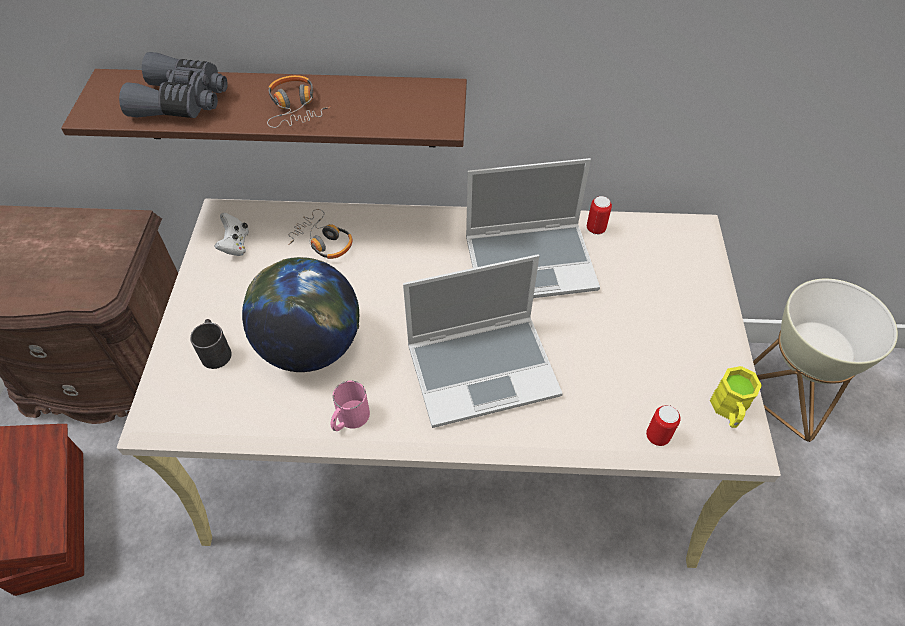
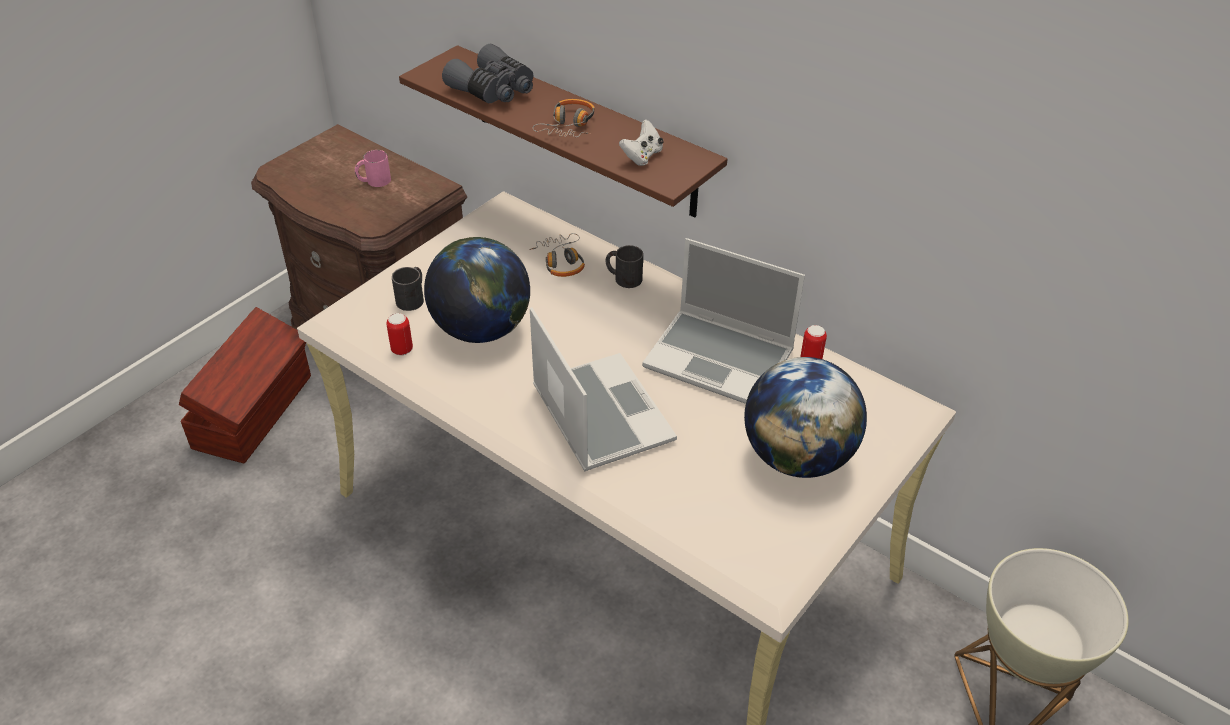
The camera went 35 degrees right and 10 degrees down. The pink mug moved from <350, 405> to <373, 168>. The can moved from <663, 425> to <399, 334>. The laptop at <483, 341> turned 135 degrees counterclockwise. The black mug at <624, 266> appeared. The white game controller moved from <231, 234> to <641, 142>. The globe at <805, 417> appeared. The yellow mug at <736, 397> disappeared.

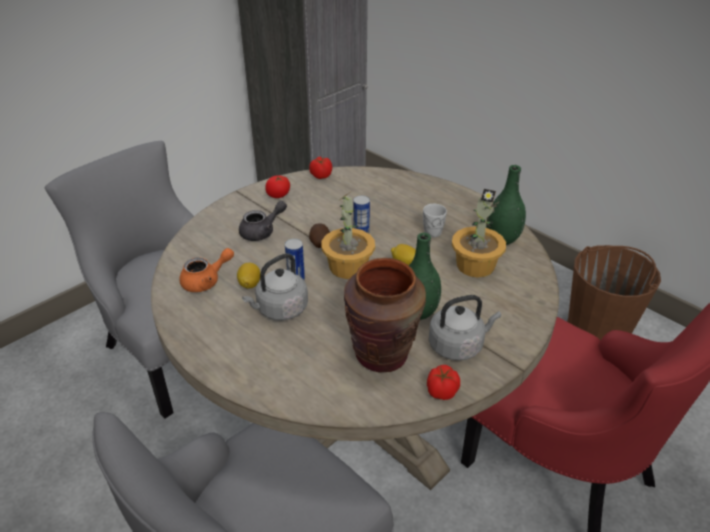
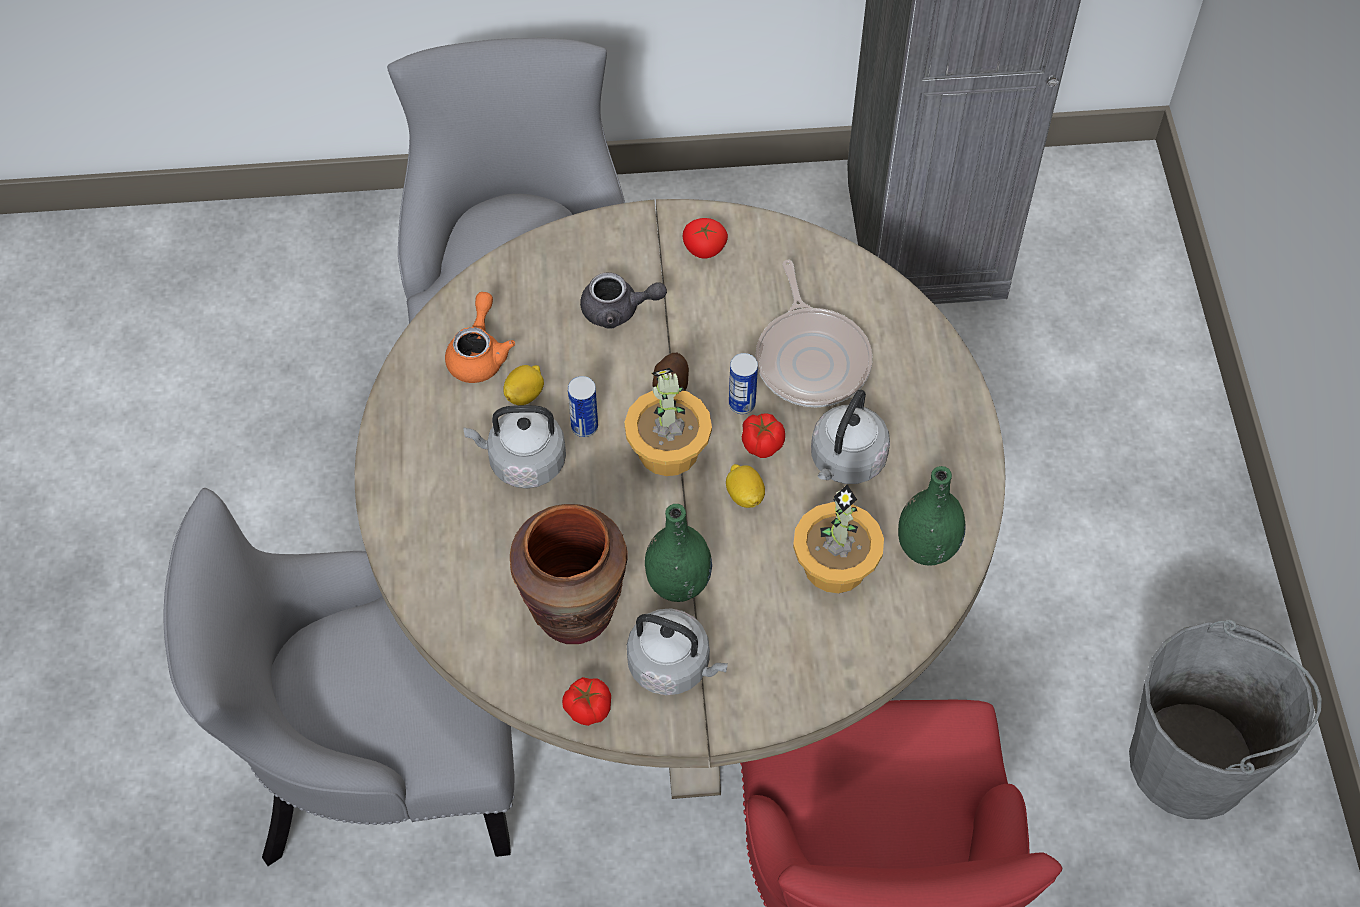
The camera went 40 degrees right and 20 degrees up. The orange teapot at <206, 270> turned 90 degrees counterclockwise. The tomato moved from <320, 168> to <763, 435>. The frying pan at <813, 333> appeared. The white mug at <435, 220> was replaced by the grey kettle at <850, 437>. The brown bucket at <614, 293> became the grey bucket at <1225, 720>.

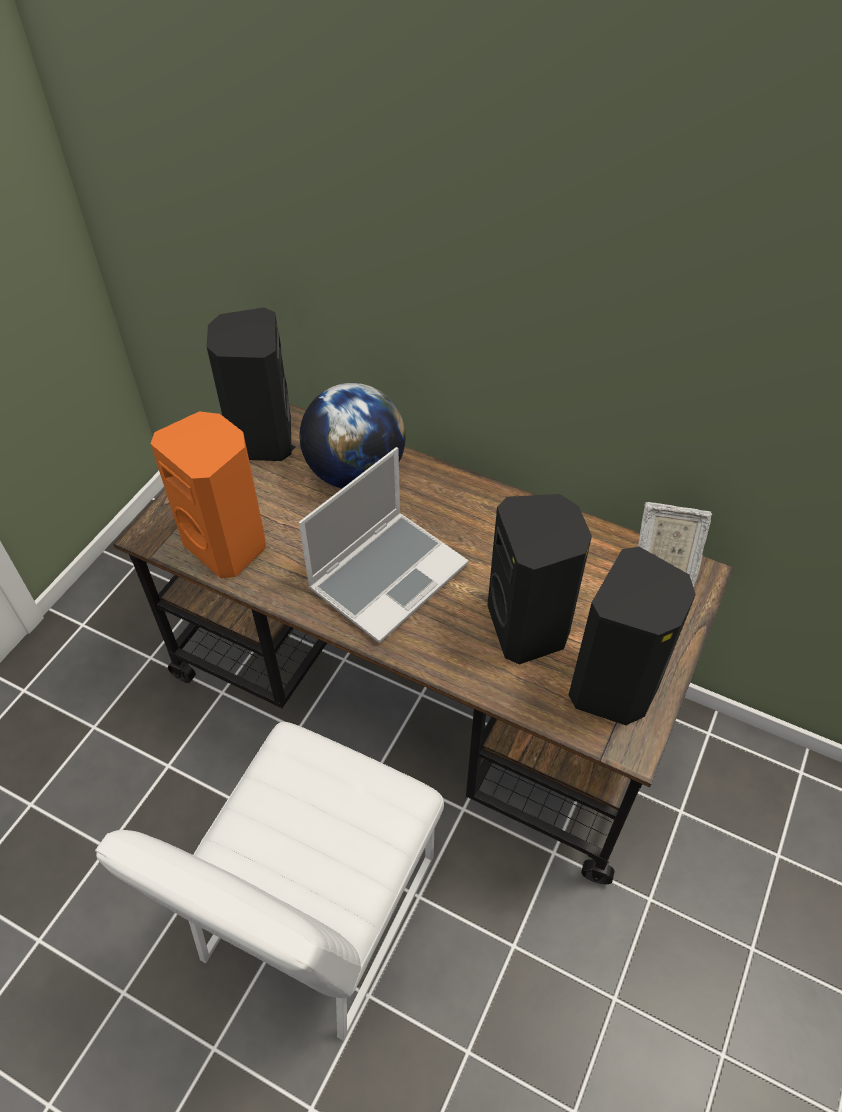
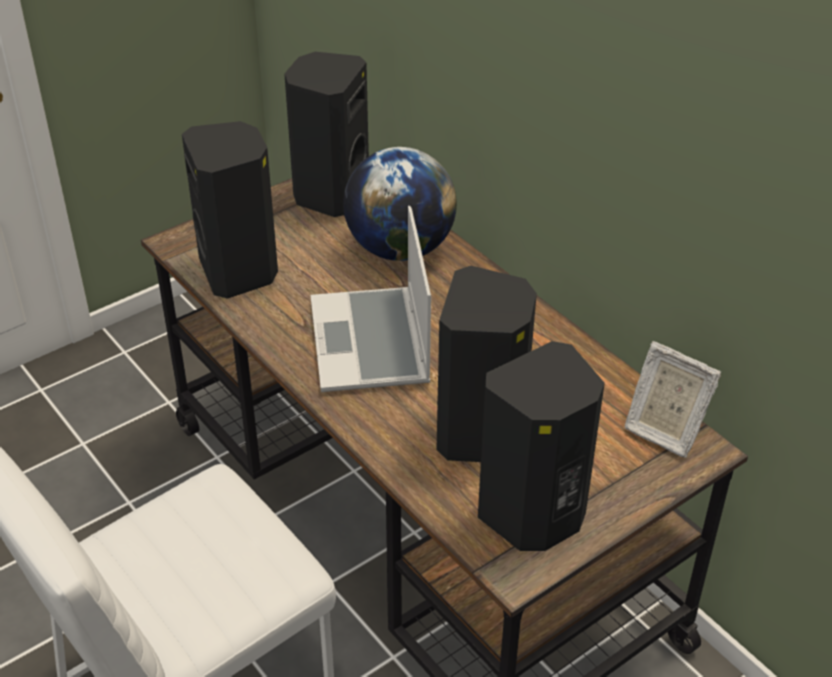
The camera went 25 degrees right and 10 degrees down. The orange speaker at <208, 494> became the black speaker at <230, 210>. The laptop at <384, 545> turned 105 degrees clockwise.

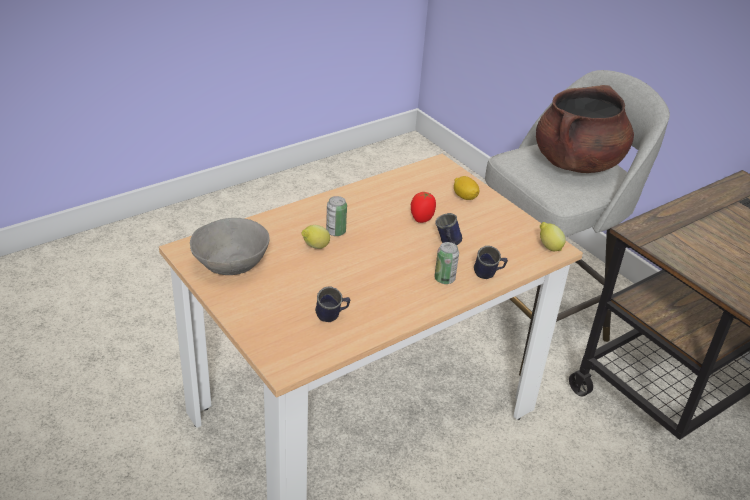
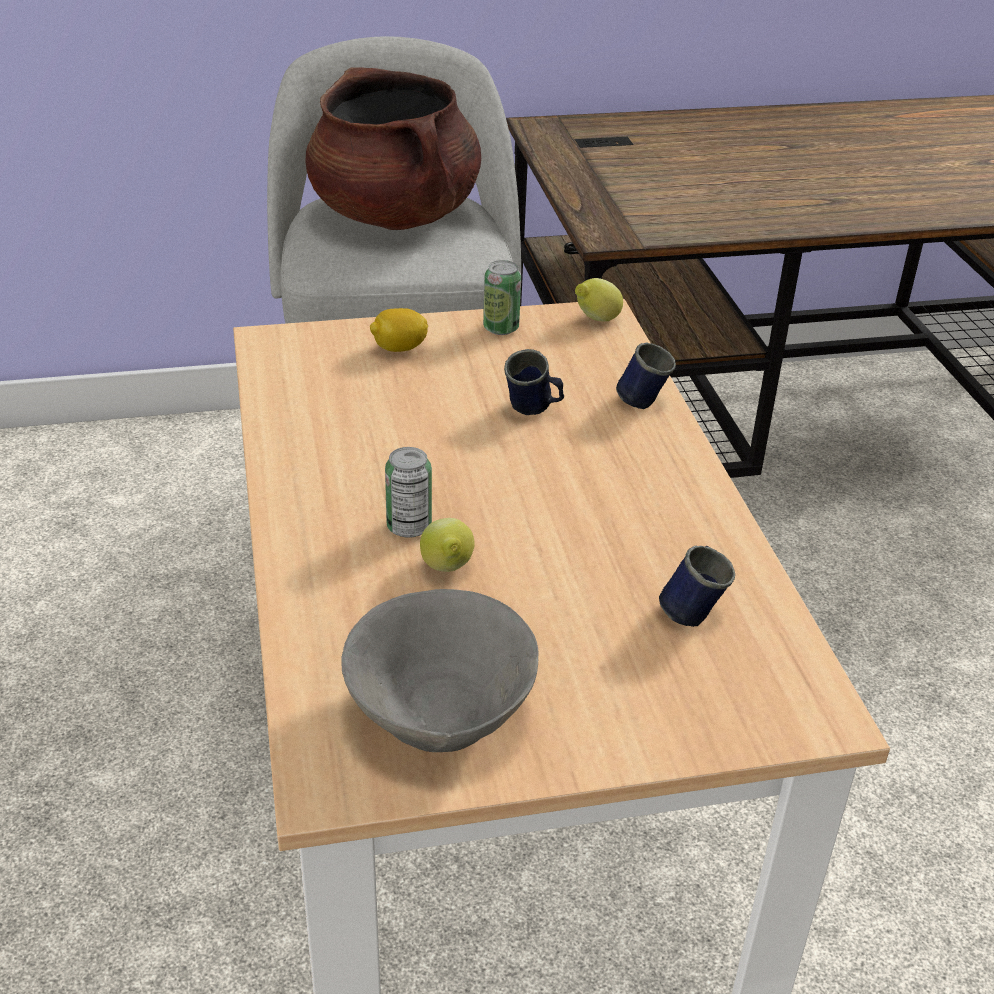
The camera went 65 degrees left and 0 degrees up. The can moved from <446, 263> to <502, 297>. The tomato at <423, 207> disappeared.

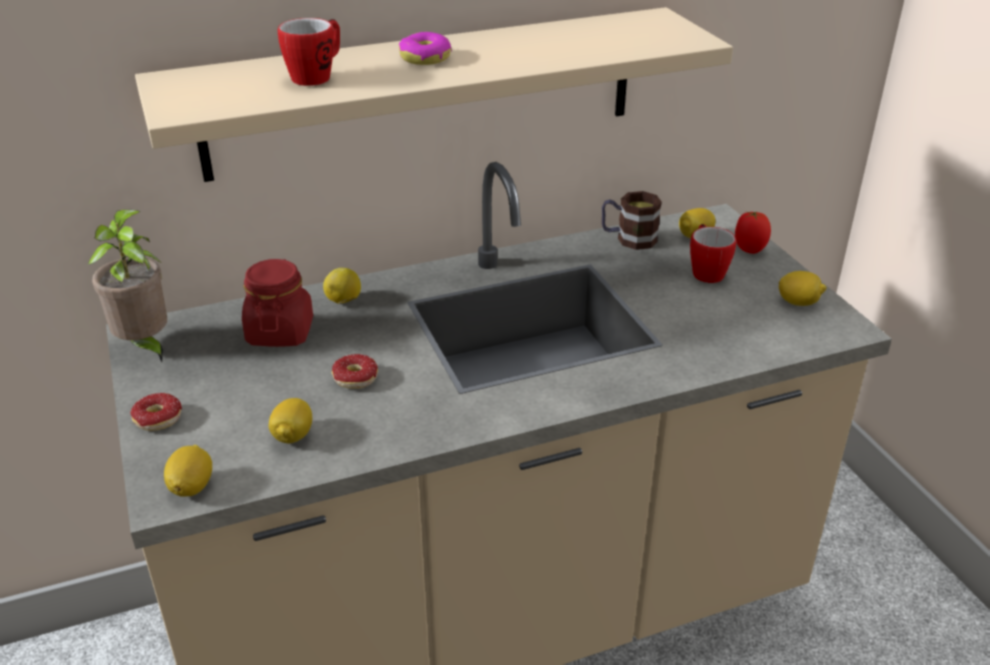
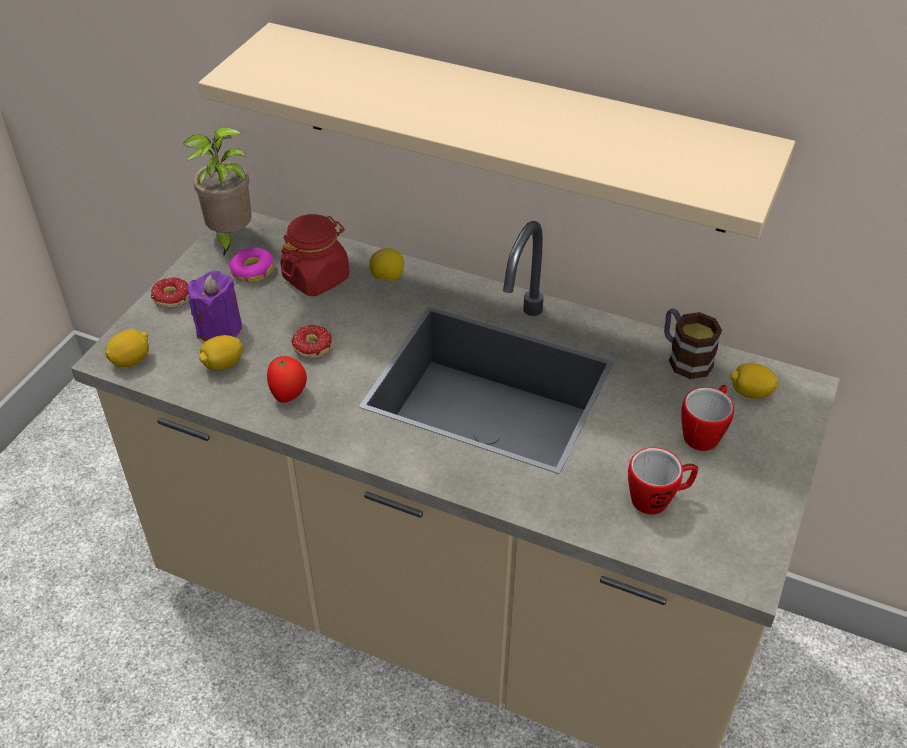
The camera went 45 degrees right and 10 degrees up. The purple candle at <215, 305> appeared. The donut moved from <425, 48> to <252, 265>. The tomato moved from <753, 233> to <287, 379>. The mug moved from <309, 52> to <663, 480>. The lemon at <802, 288> disappeared.

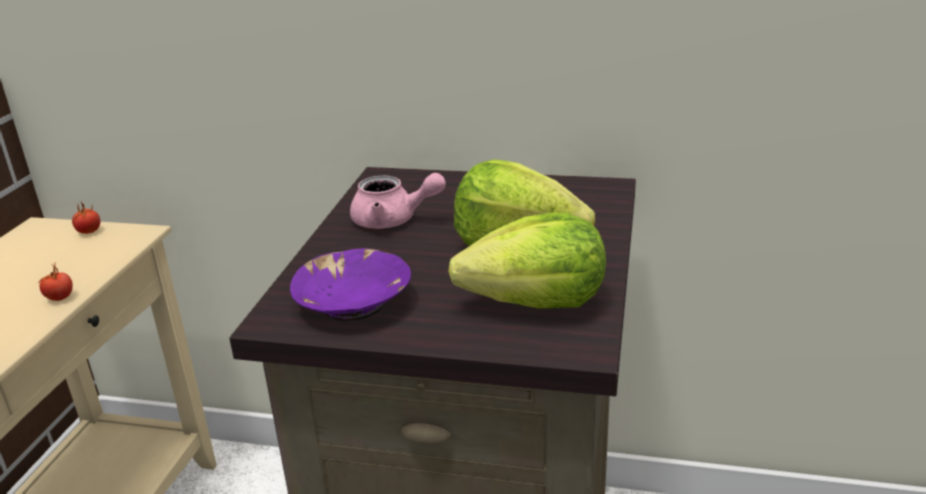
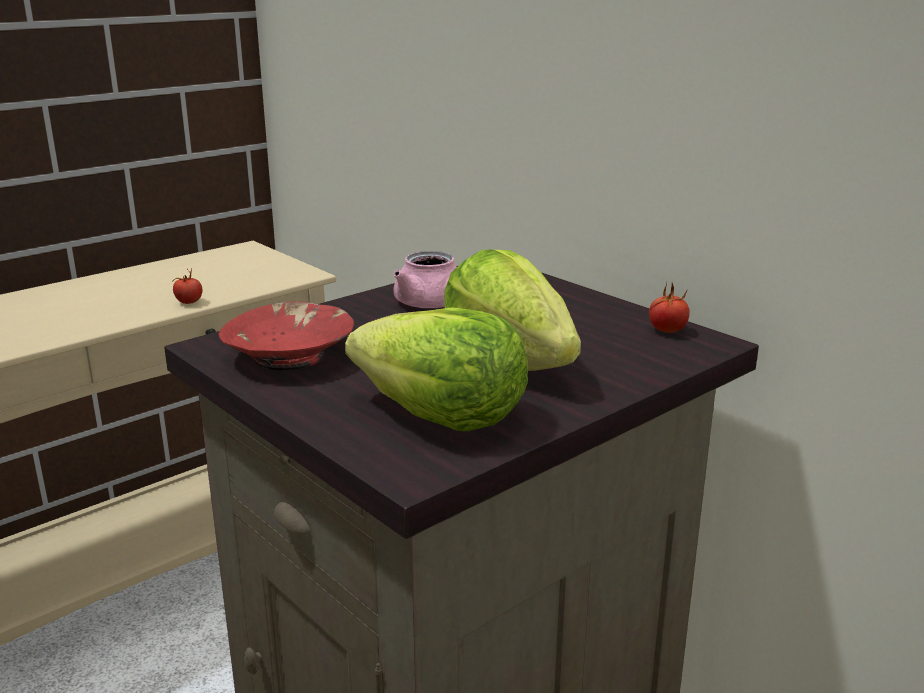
The camera went 35 degrees right and 5 degrees down. The purple bowl at <350, 284> became the red bowl at <286, 336>. The tomato moved from <86, 218> to <669, 307>.

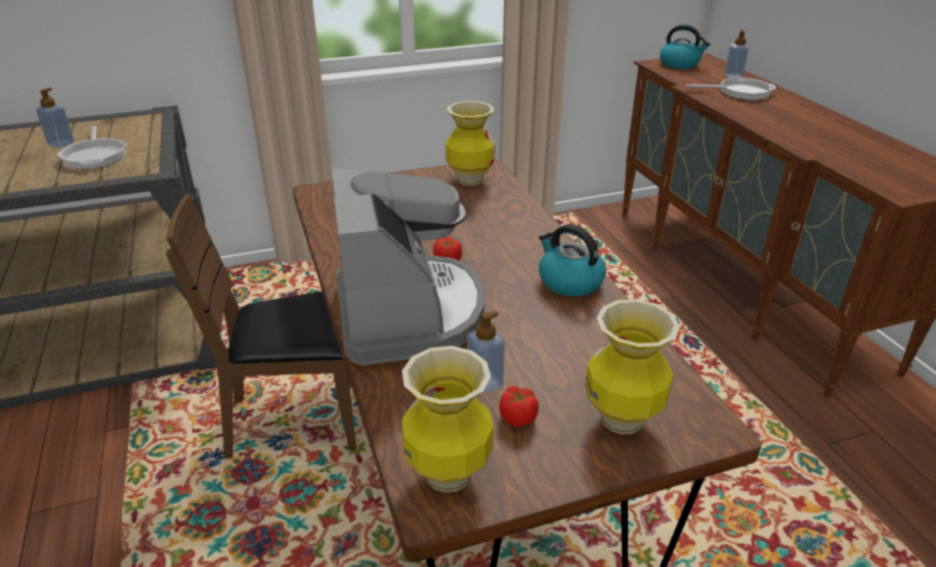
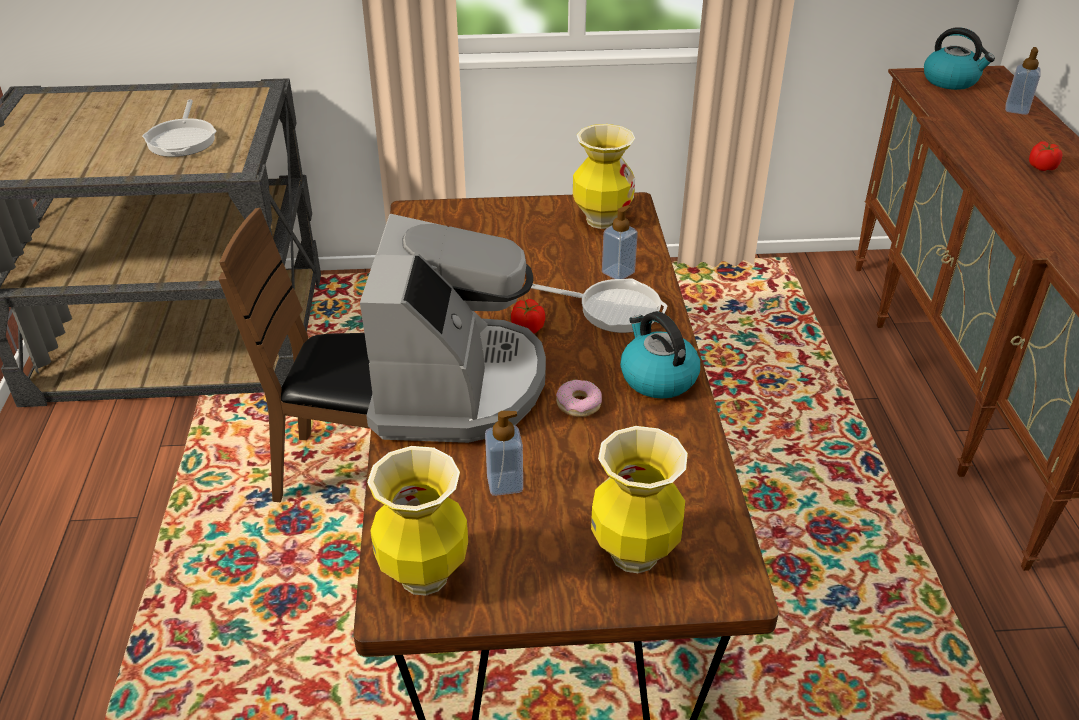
The camera went 15 degrees right and 5 degrees up. The frying pan moved from <731, 88> to <599, 305>. The donut at <579, 398> appeared. The soap dispenser moved from <55, 118> to <620, 242>. The tomato moved from <519, 406> to <1045, 156>.

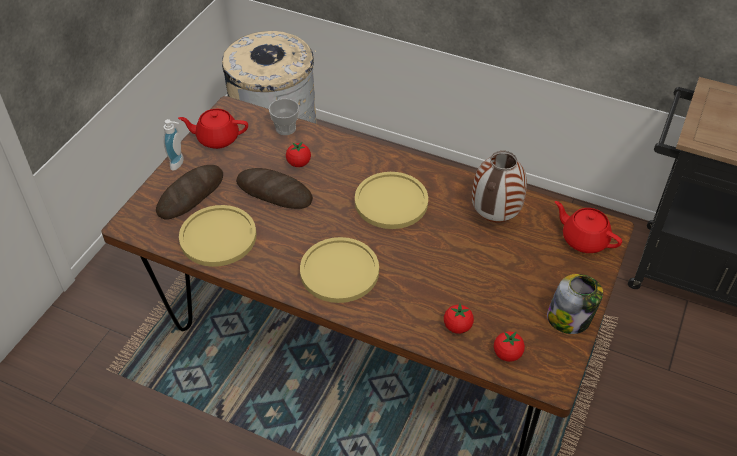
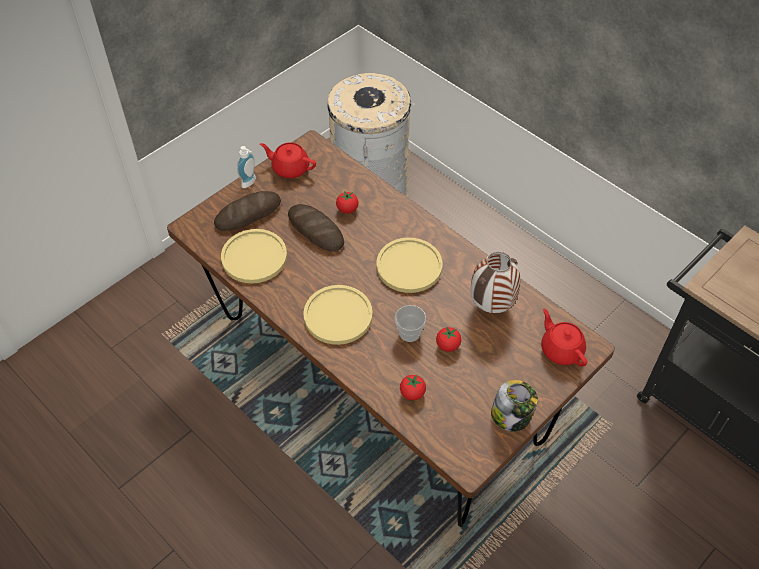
The camera went 20 degrees right and 5 degrees up. The cup moved from <284, 116> to <410, 323>. The tomato moved from <509, 346> to <448, 339>.

